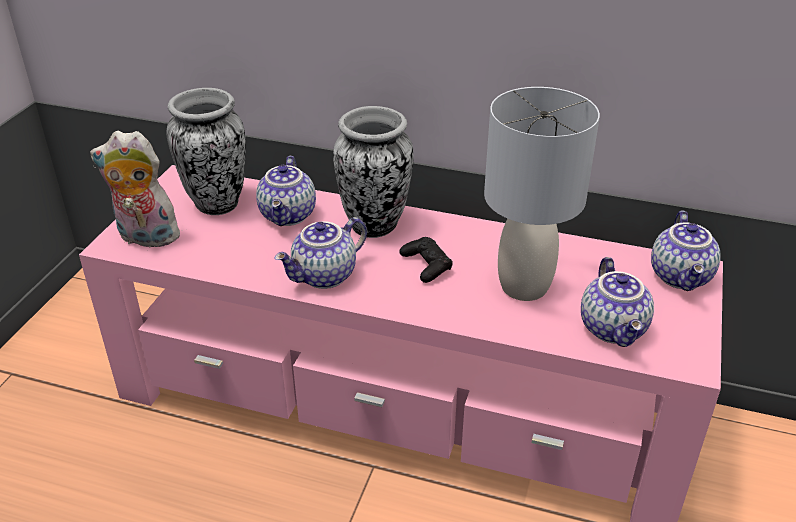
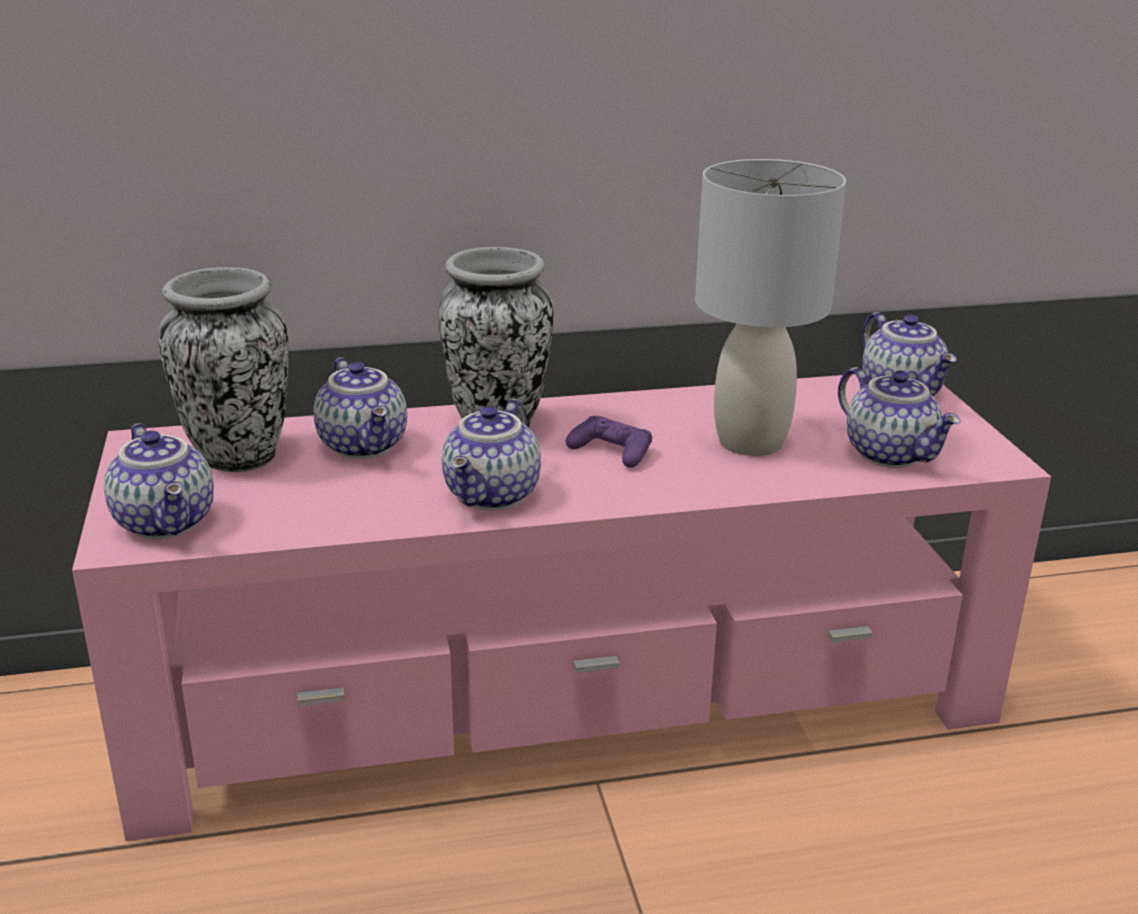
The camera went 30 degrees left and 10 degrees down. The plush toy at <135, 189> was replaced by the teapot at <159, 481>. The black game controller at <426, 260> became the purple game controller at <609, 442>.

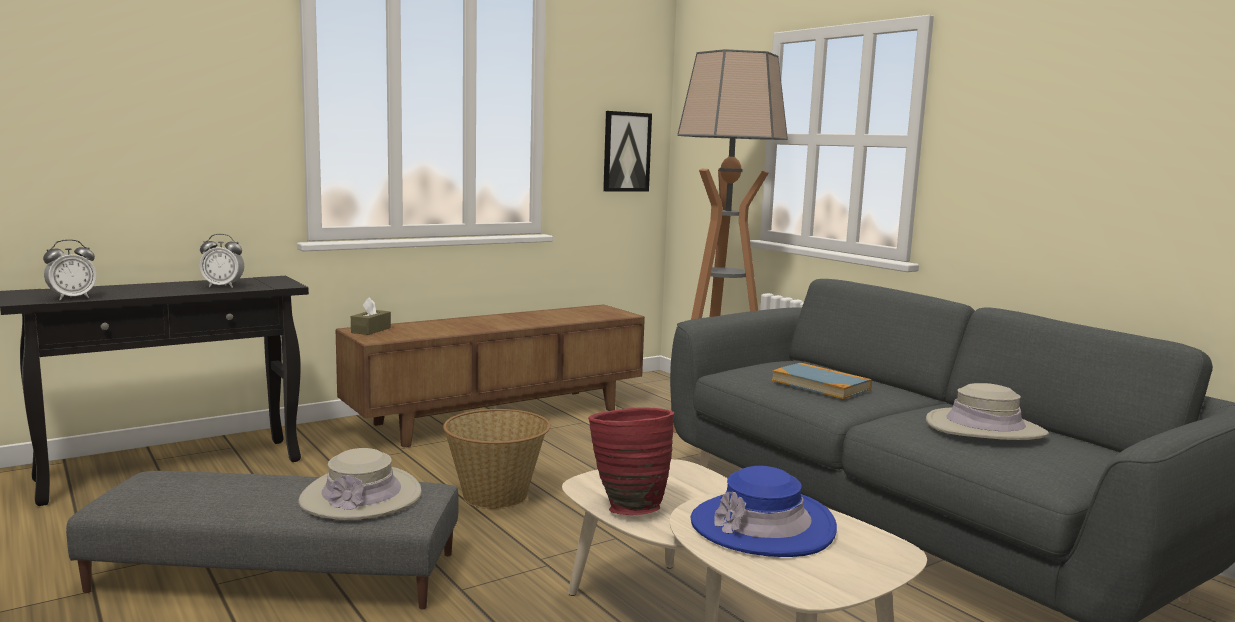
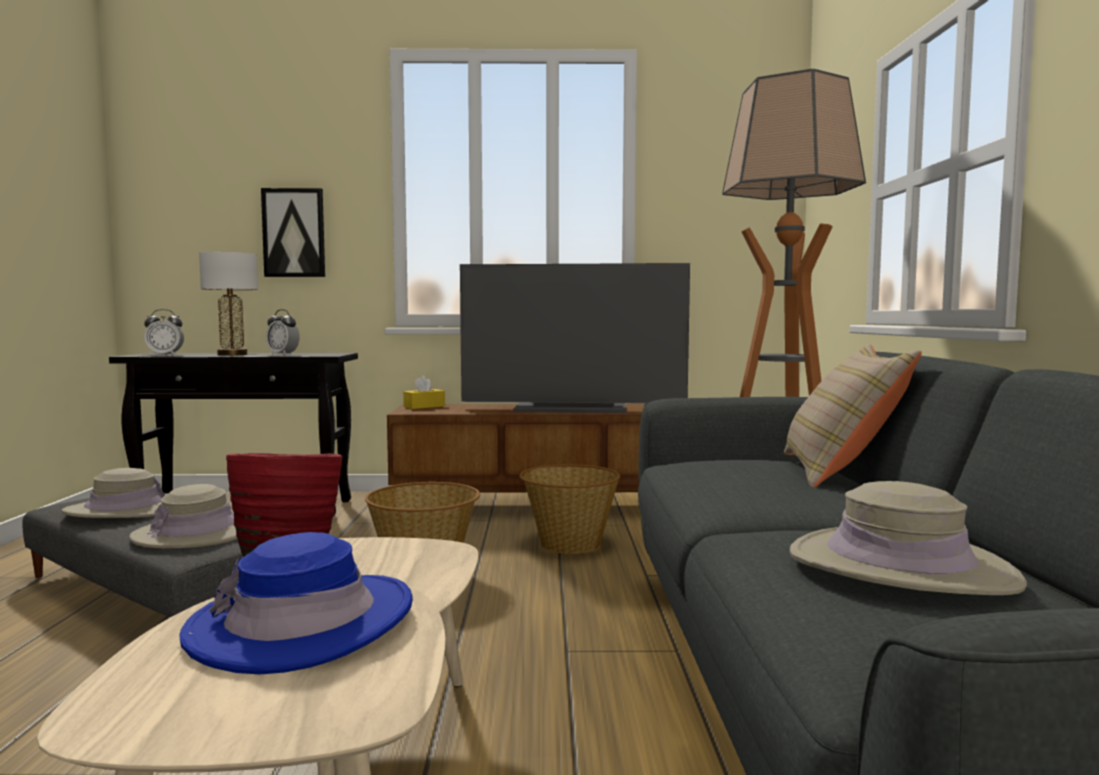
The camera went 35 degrees right and 5 degrees down. The beige hat at <114, 493> appeared. The table lamp at <228, 304> appeared. The picture moved from <627, 151> to <293, 232>. The brown tissue box at <371, 316> became the yellow tissue box at <424, 392>. The television at <575, 338> appeared. The basket at <569, 509> appeared. The beige pillow at <853, 415> appeared. The book at <821, 381> disappeared.

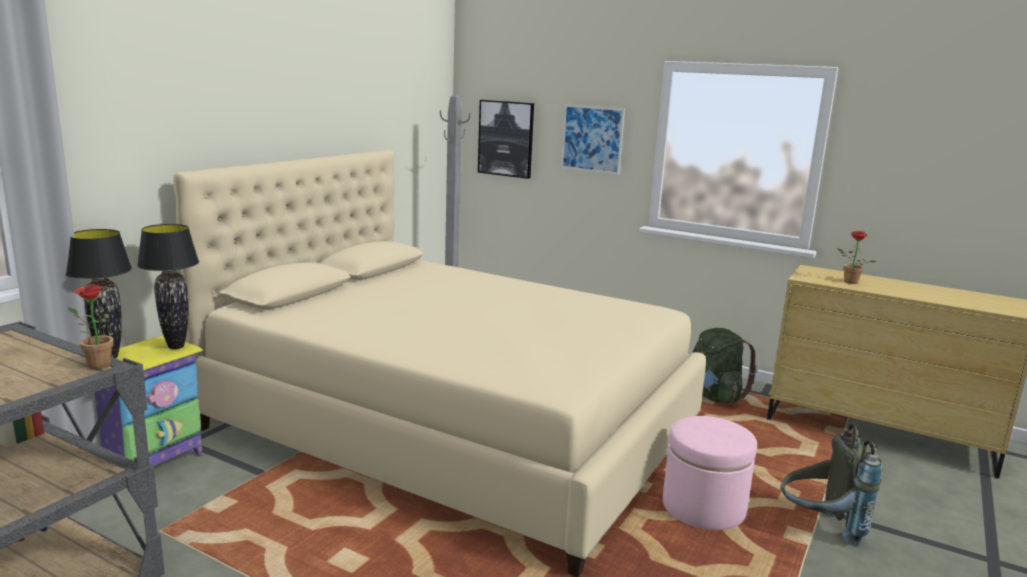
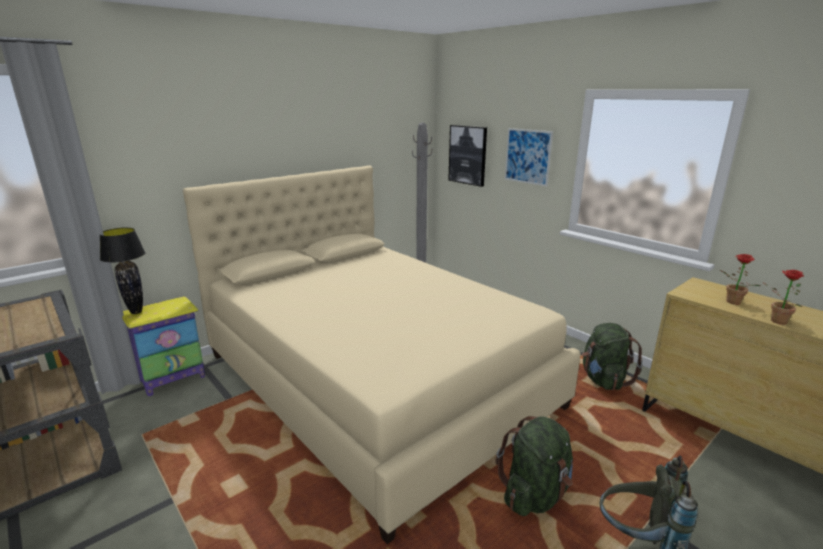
The camera went 20 degrees right and 5 degrees up. The pink ottoman at <710, 473> was replaced by the green backpack at <534, 466>. The potted plant moved from <91, 327> to <783, 297>. The black table lamp at <168, 286> disappeared.

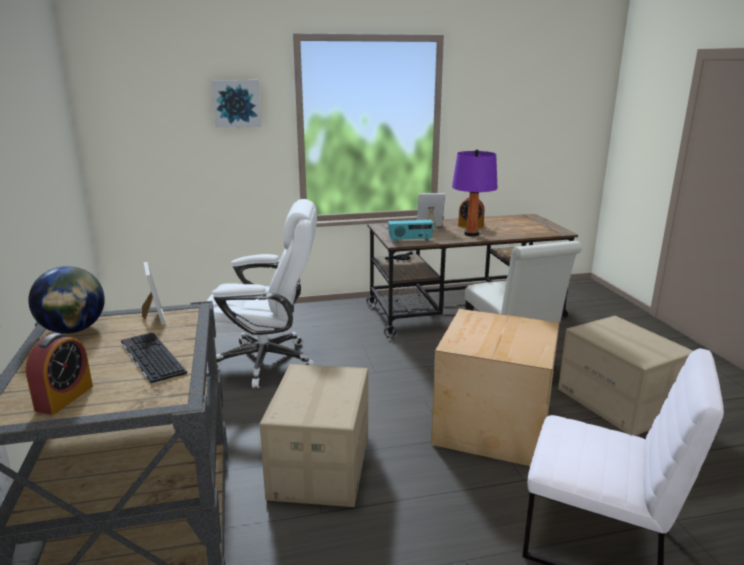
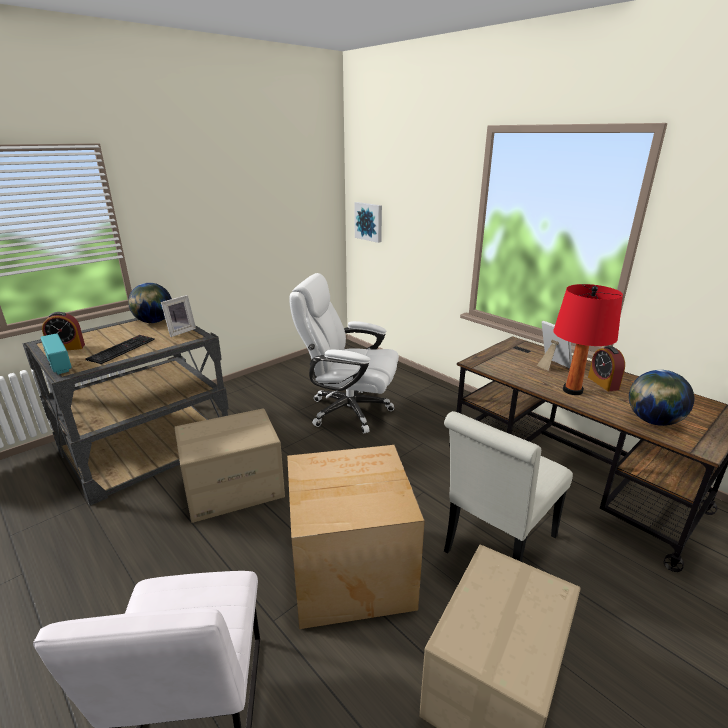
The camera went 60 degrees right and 5 degrees up. The radio moved from <411, 231> to <56, 354>. The white office chair at <262, 293> turned 135 degrees clockwise. The picture moved from <236, 104> to <368, 222>. The purple table lamp at <475, 192> became the red table lamp at <588, 339>. The globe at <661, 398> appeared.

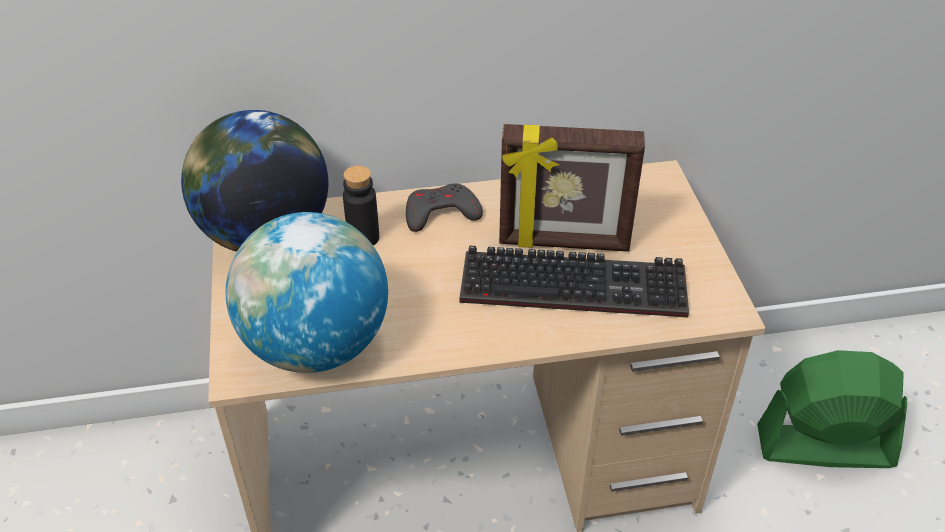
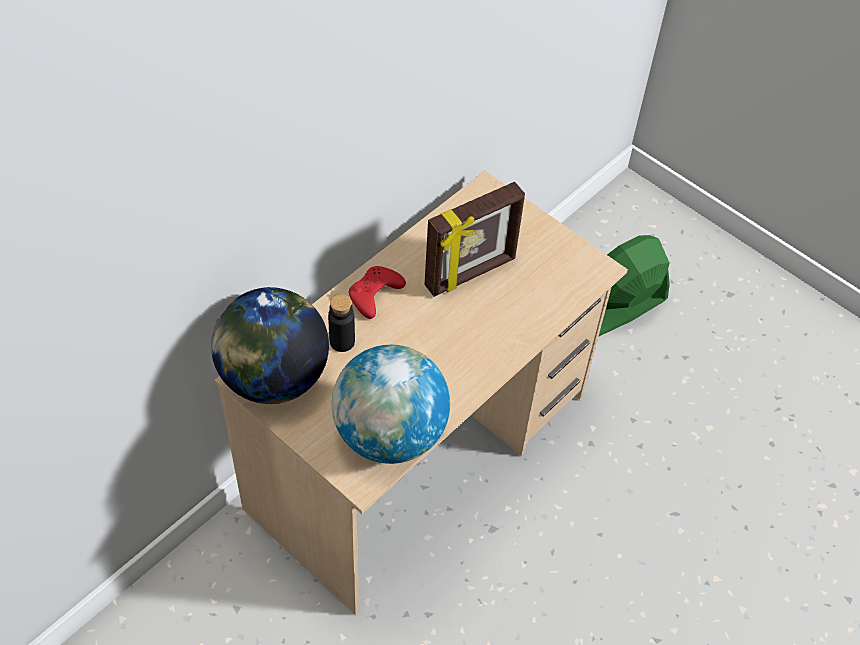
The camera went 40 degrees left and 10 degrees up. The grey game controller at <444, 208> became the red game controller at <377, 292>. The keyboard at <574, 282> disappeared.

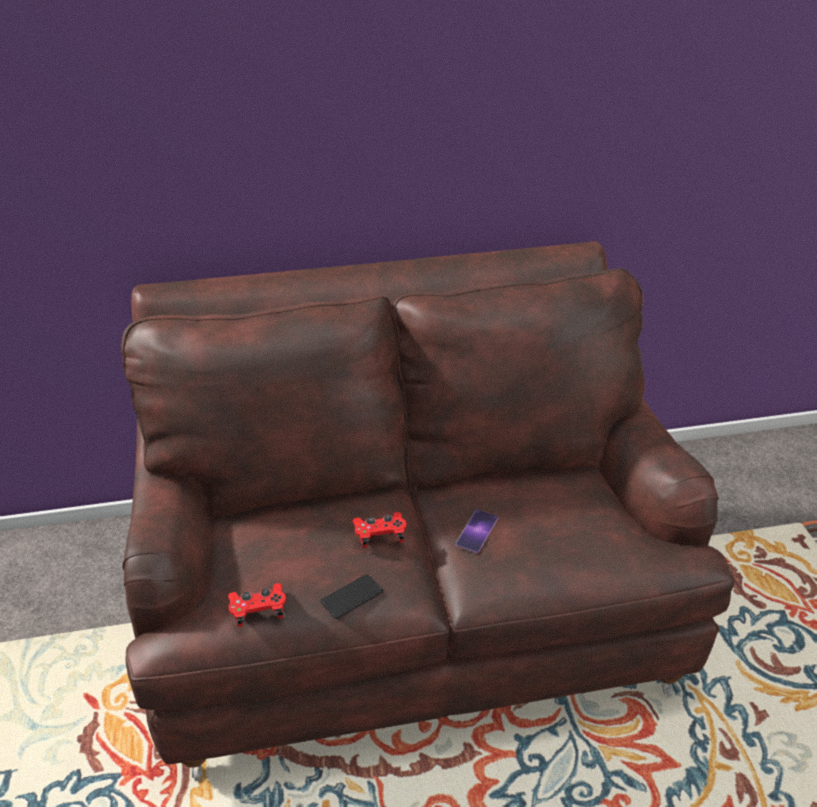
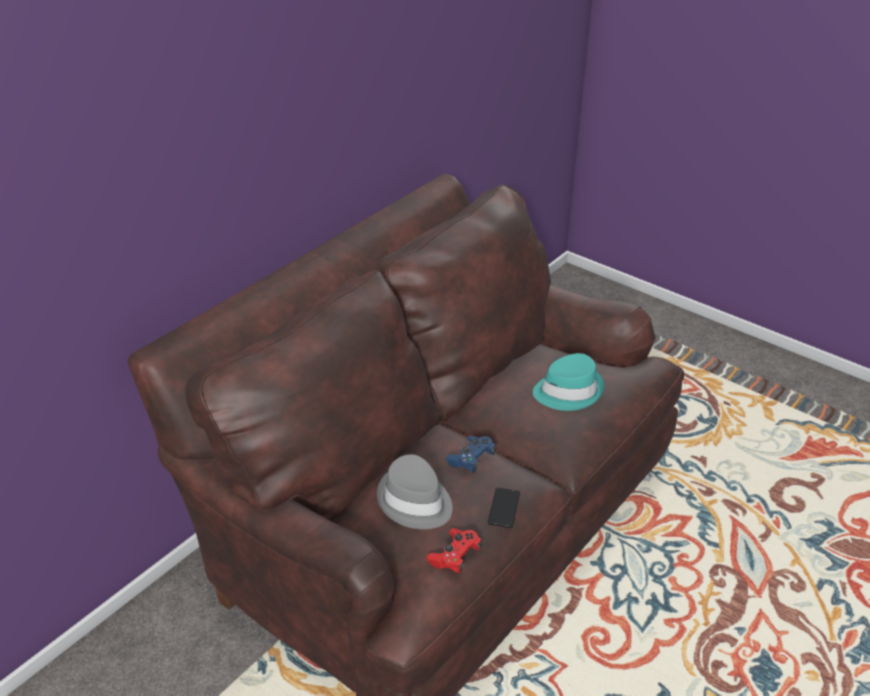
The camera went 40 degrees left and 0 degrees up. The grey hat at <414, 491> appeared. The red game controller at <379, 530> became the blue game controller at <471, 454>. The turquoise hat at <568, 382> appeared. The phone at <477, 531> disappeared.

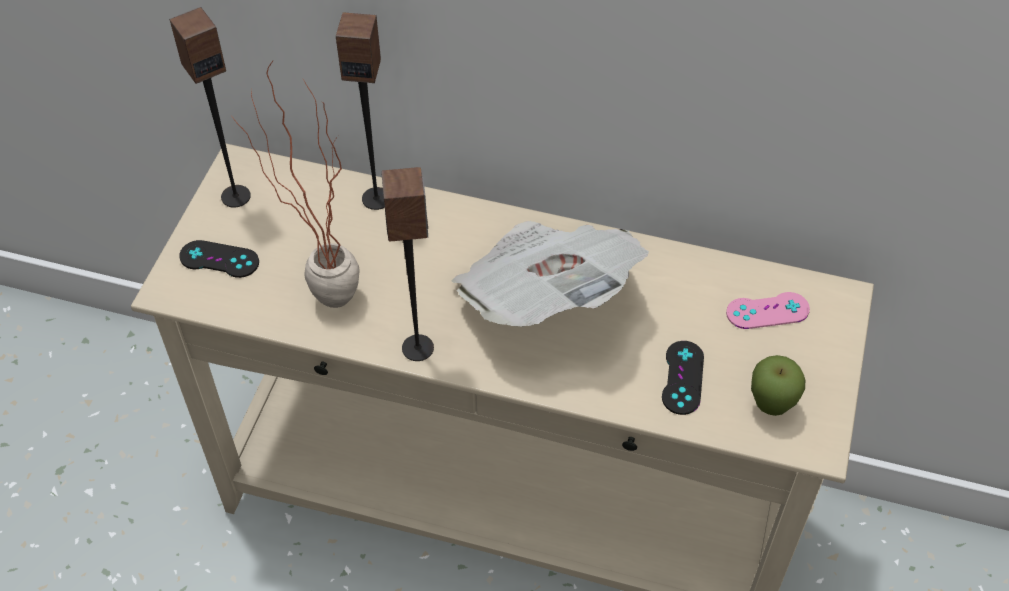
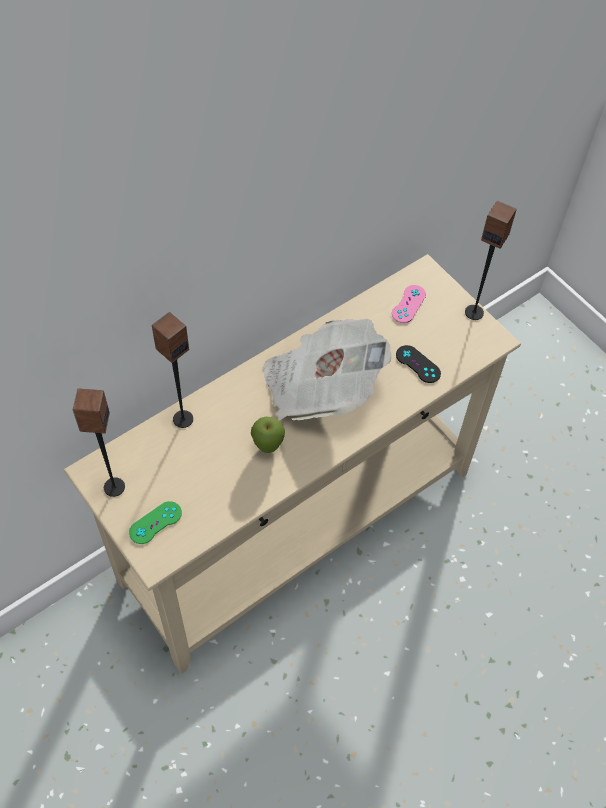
The camera went 55 degrees left and 5 degrees up. The black game controller at <219, 259> became the green game controller at <155, 522>. The apple moved from <778, 385> to <268, 435>. The speaker moved from <407, 264> to <491, 260>. The potted plant at <295, 184> disappeared.

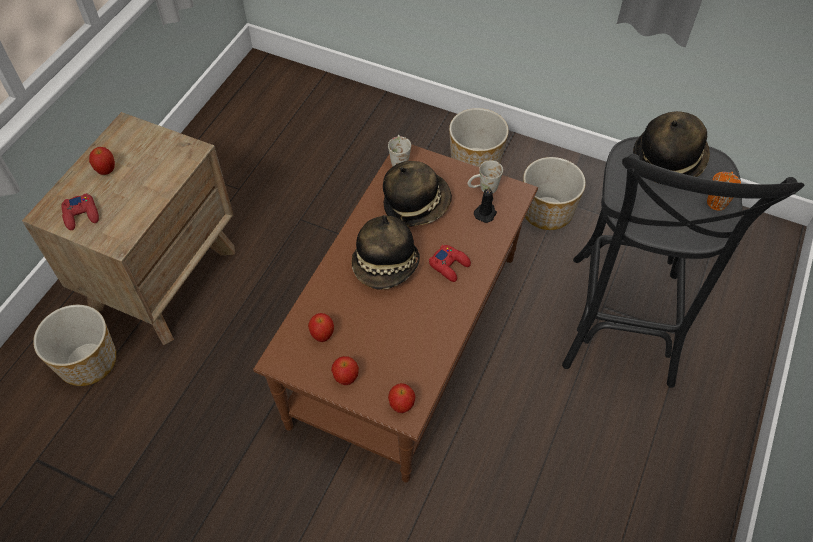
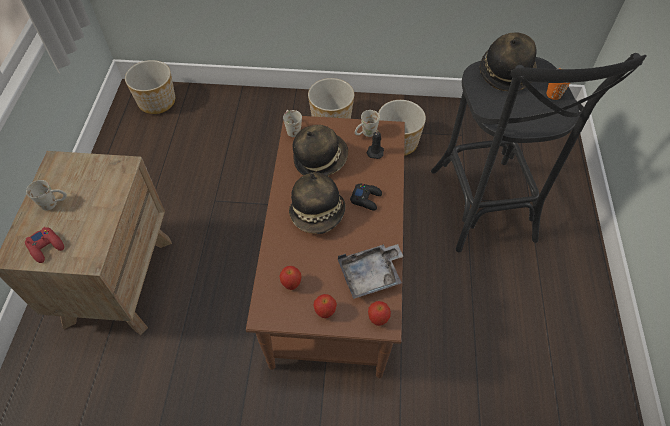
The camera went 20 degrees left and 0 degrees up. The apple at <102, 161> was replaced by the white mug at <46, 195>. The planter moved from <74, 345> to <150, 87>. The grey tray at <371, 271> appeared. The red game controller at <450, 263> became the black game controller at <366, 197>.

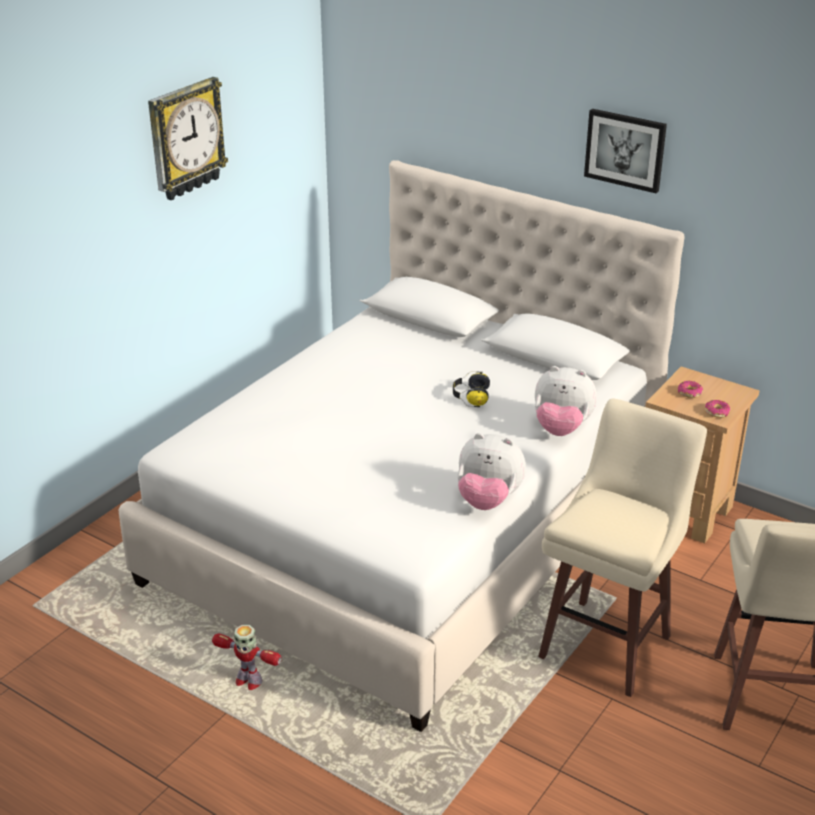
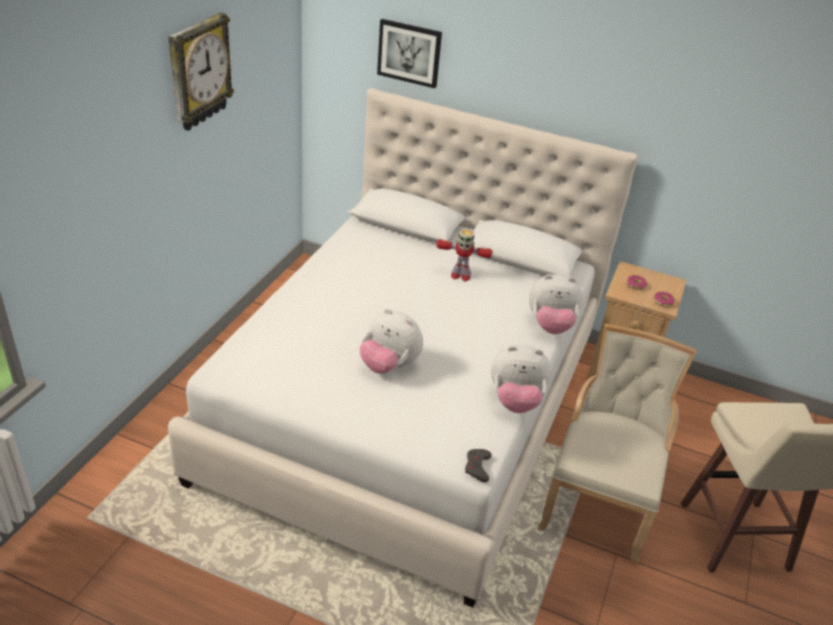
The camera went 15 degrees left and 5 degrees up. The plush toy at <391, 341> appeared. The picture moved from <625, 151> to <409, 53>. The toy robot moved from <247, 657> to <464, 255>. The grey game controller at <478, 465> appeared. The beige stool at <622, 548> was replaced by the beige chair at <616, 444>. The headphones at <471, 389> disappeared.

